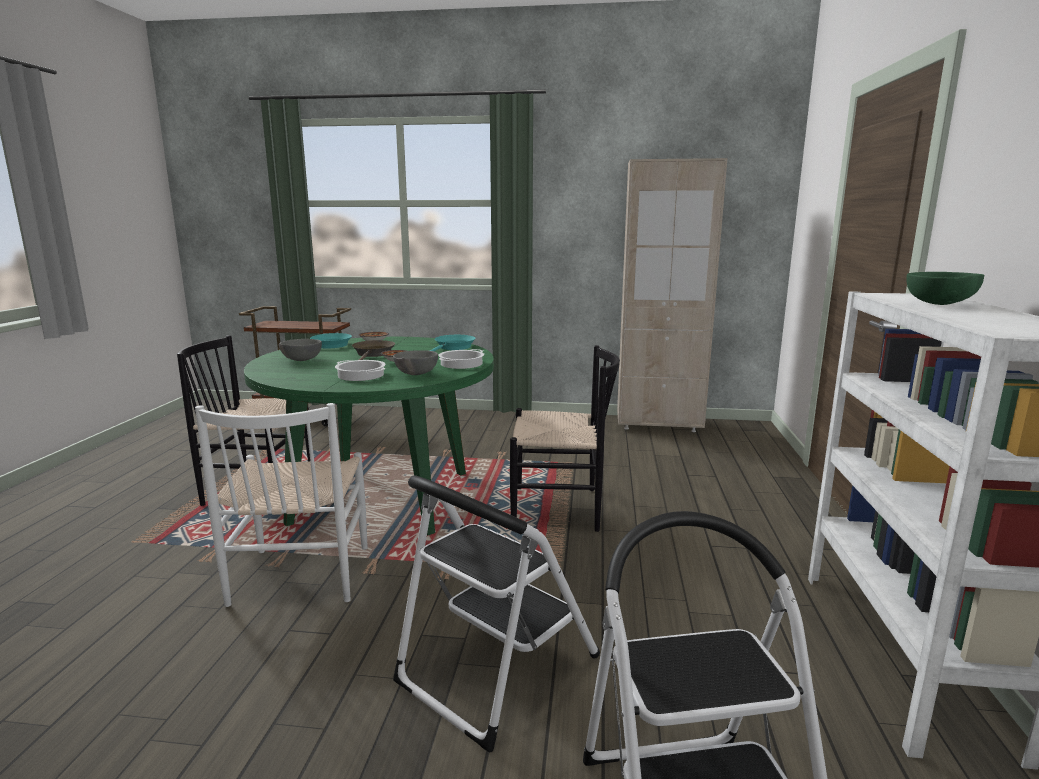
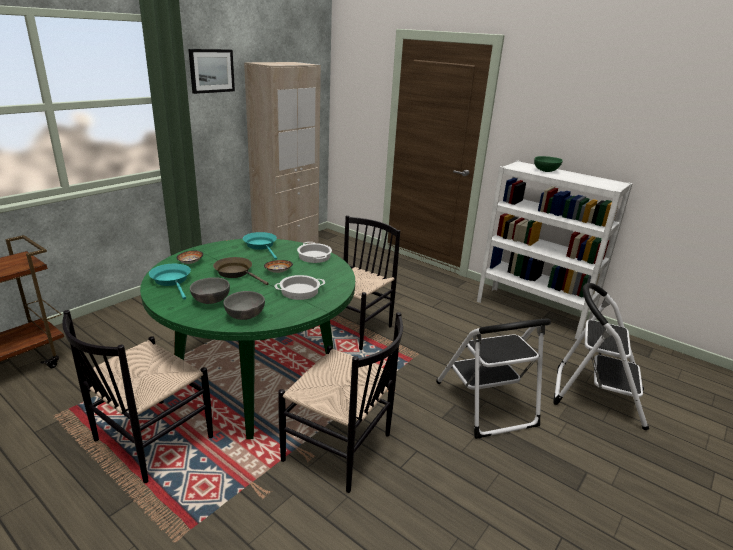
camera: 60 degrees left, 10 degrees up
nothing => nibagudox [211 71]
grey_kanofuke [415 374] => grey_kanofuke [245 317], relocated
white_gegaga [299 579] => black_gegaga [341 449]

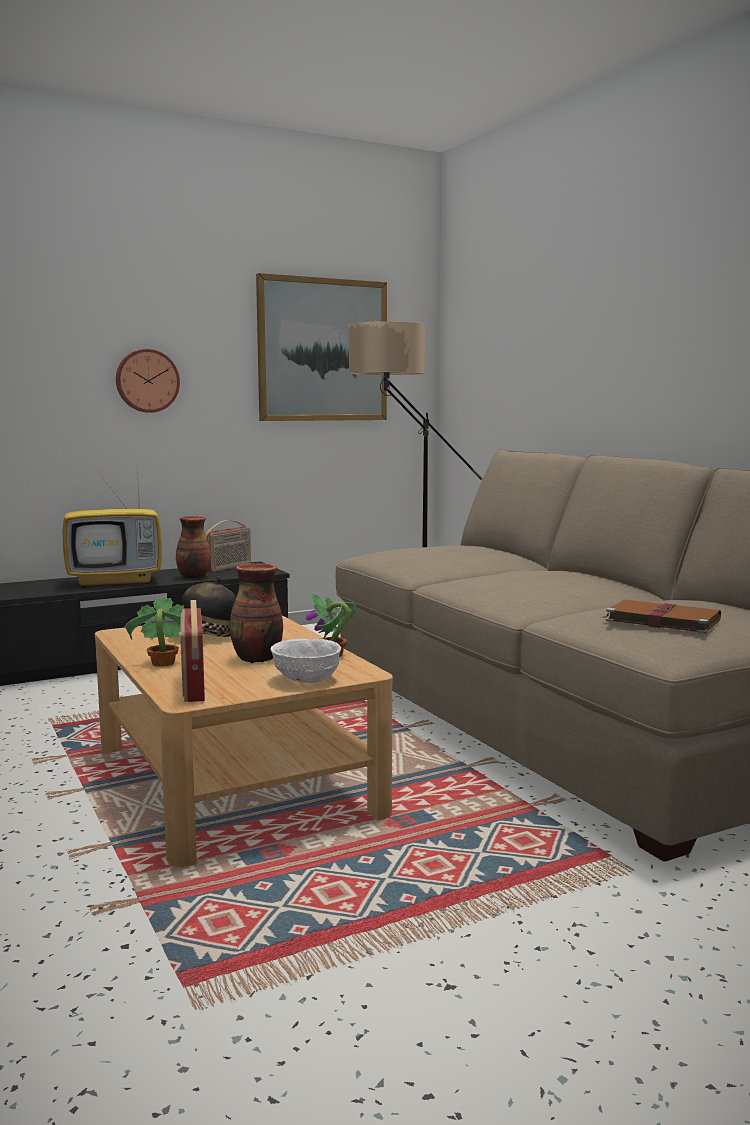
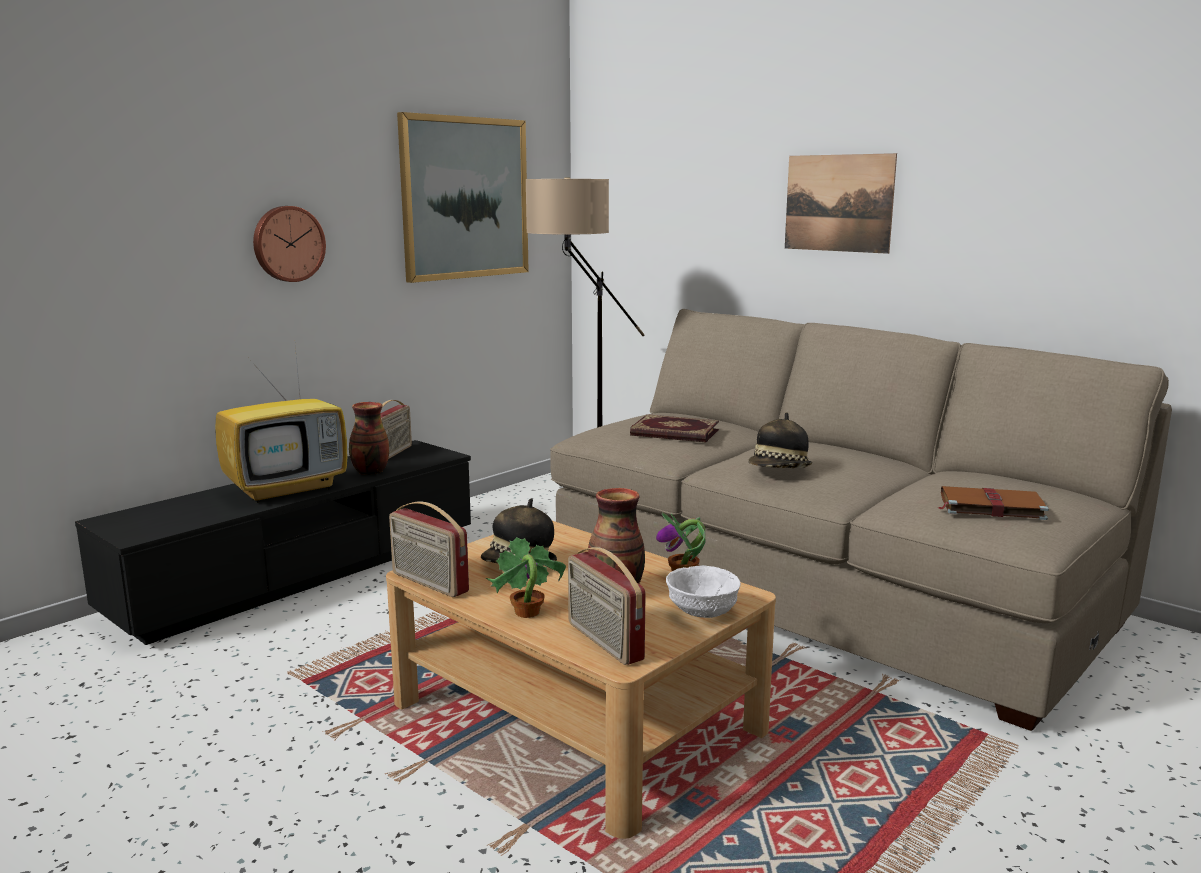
camera: 20 degrees left, 5 degrees up
nothing => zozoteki [428 583]
nothing => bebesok [674 433]
nothing => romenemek [779 470]
nothing => nibagudox [838 203]

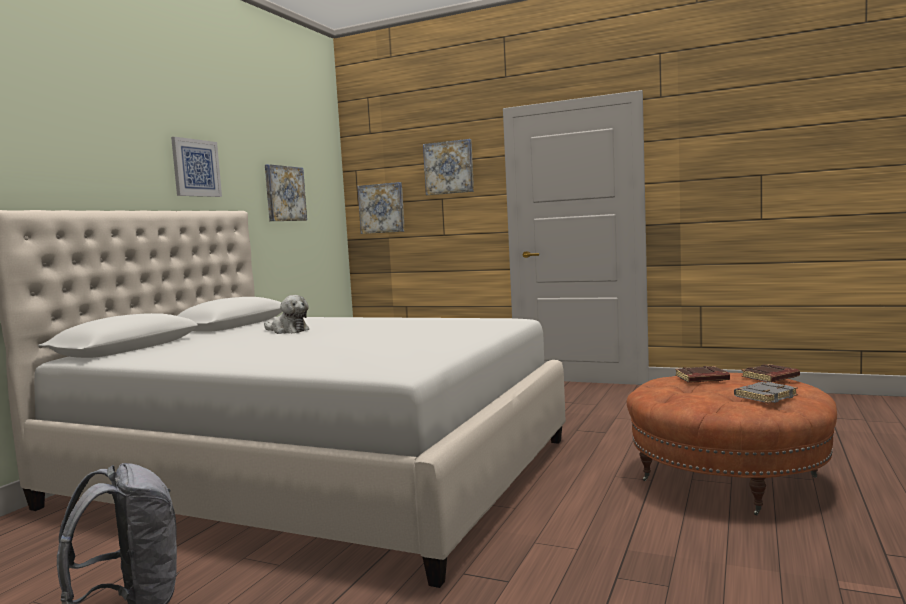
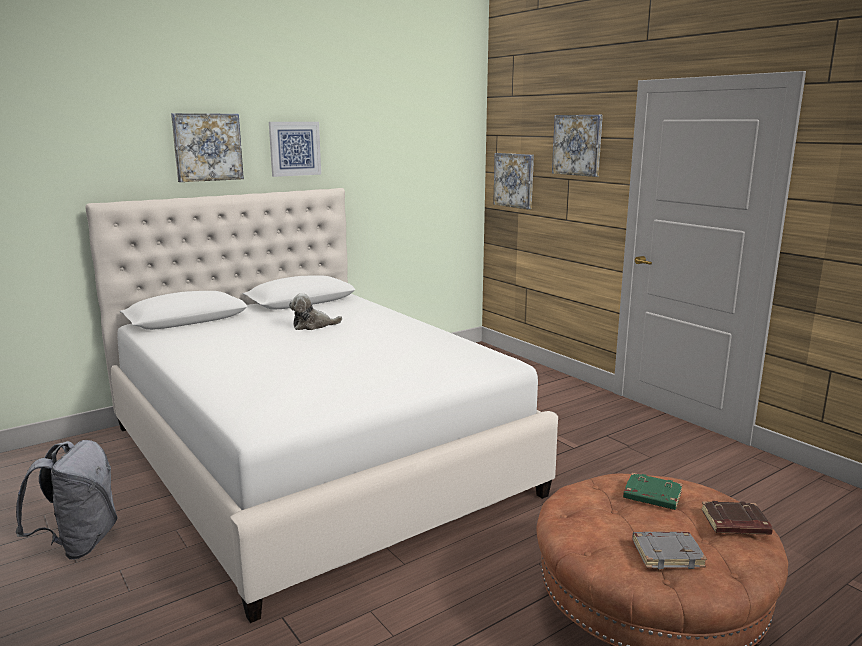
camera: 30 degrees right, 10 degrees up
nibagudox [284 193] => nibagudox [207 147], relocated
brown_bebesok [701 379] => green_bebesok [651 496]
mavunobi [288 331] => mavunobi [312 326], 105 degrees clockwise

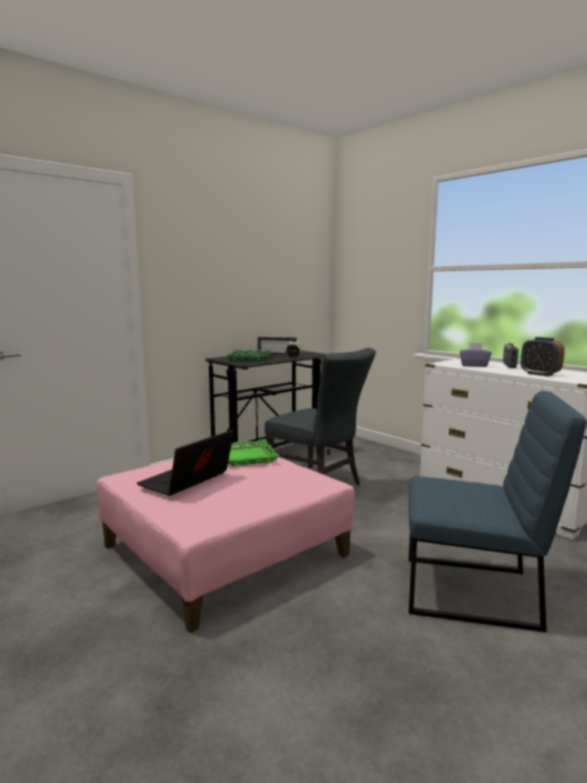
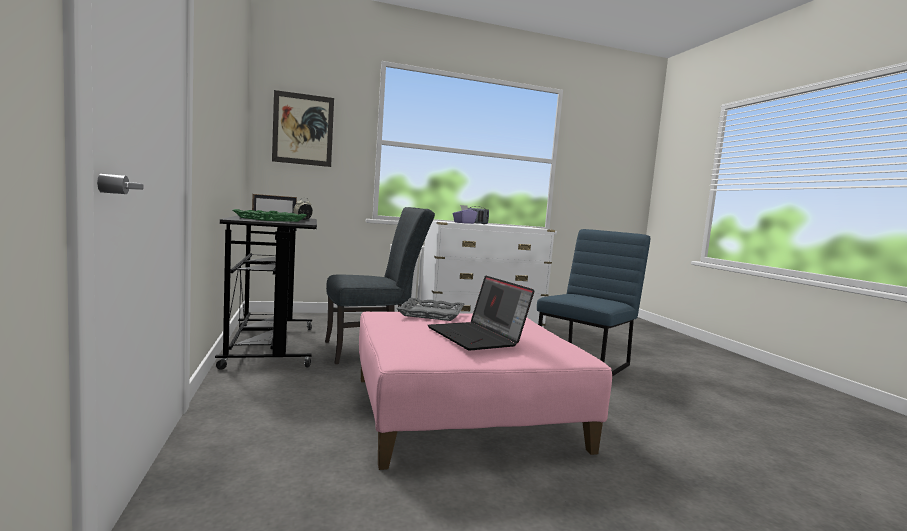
camera: 65 degrees left, 5 degrees down
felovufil [540 374] => nothing
nothing => nibagudox [303 129]
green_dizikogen [246 457] => grey_dizikogen [431 314]

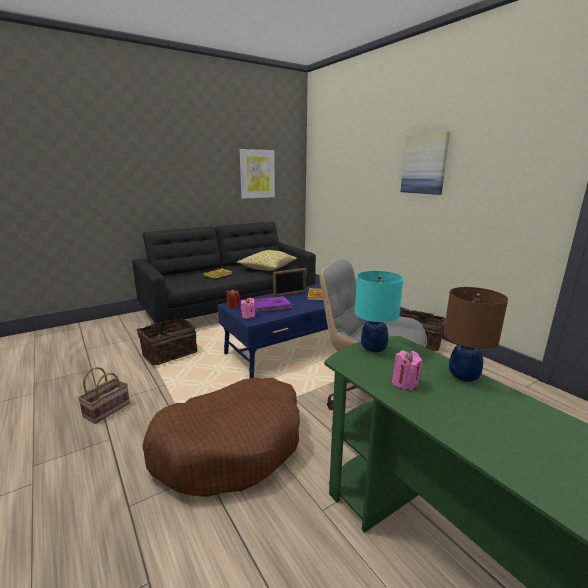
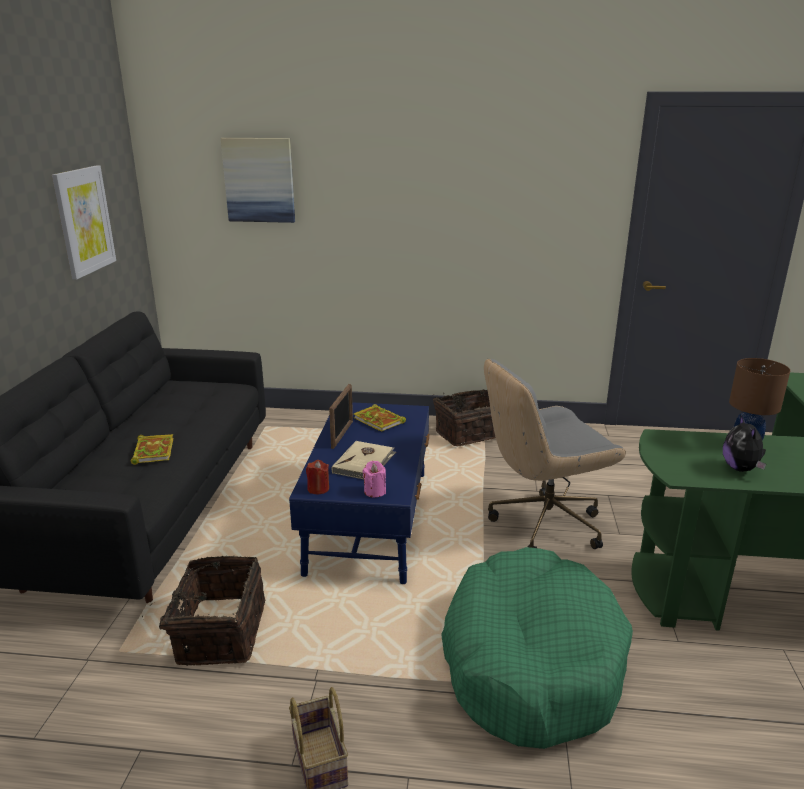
camera: 50 degrees left, 5 degrees up
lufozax [267 268] => nothing
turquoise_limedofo [374 349] => nothing
nibagudox [424 164] => nibagudox [259 180], relocated
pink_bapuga [405 383] => mavunobi [741 469]
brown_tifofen [230 446] => green_tifofen [530 661]
purple_bebesok [271 306] => beige_bebesok [364 463]

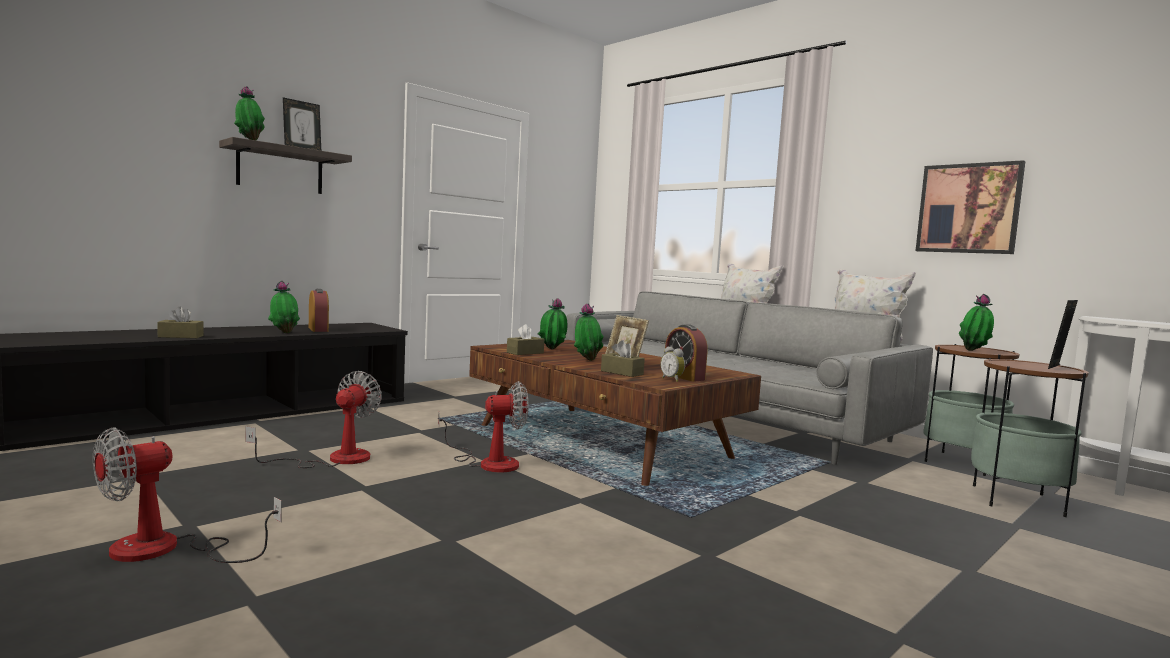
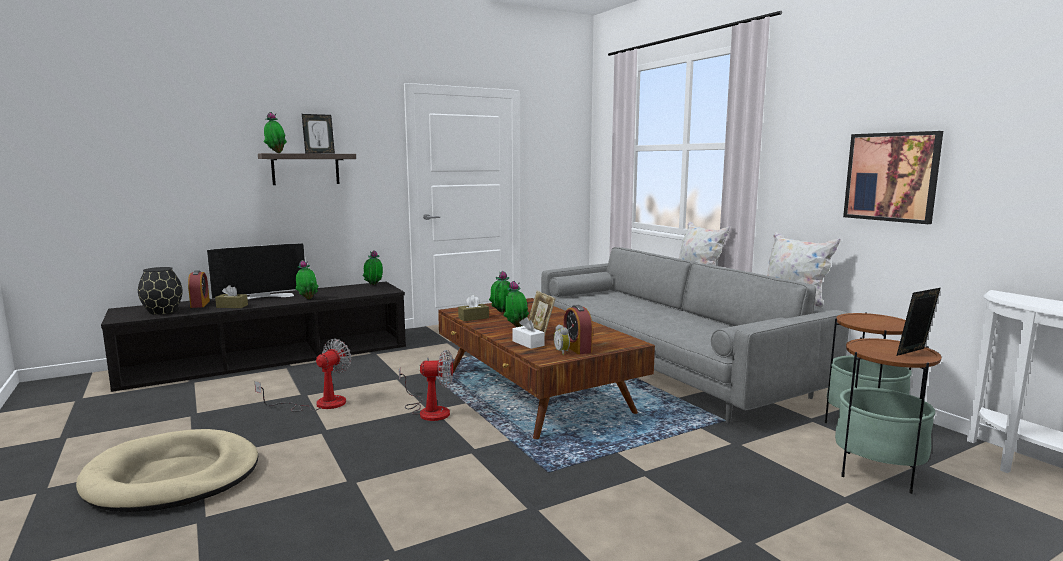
camera: 15 degrees right, 5 degrees up
nothing => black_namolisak [163 311]
nothing => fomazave [261 297]
felovufil [318 329] => felovufil [200 304], relocated
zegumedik [974 351] => zegumedik [373 285], relocated
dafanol [166 550] => beige_tifofen [173 477]
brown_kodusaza [622 372] => white_kodusaza [528 343]

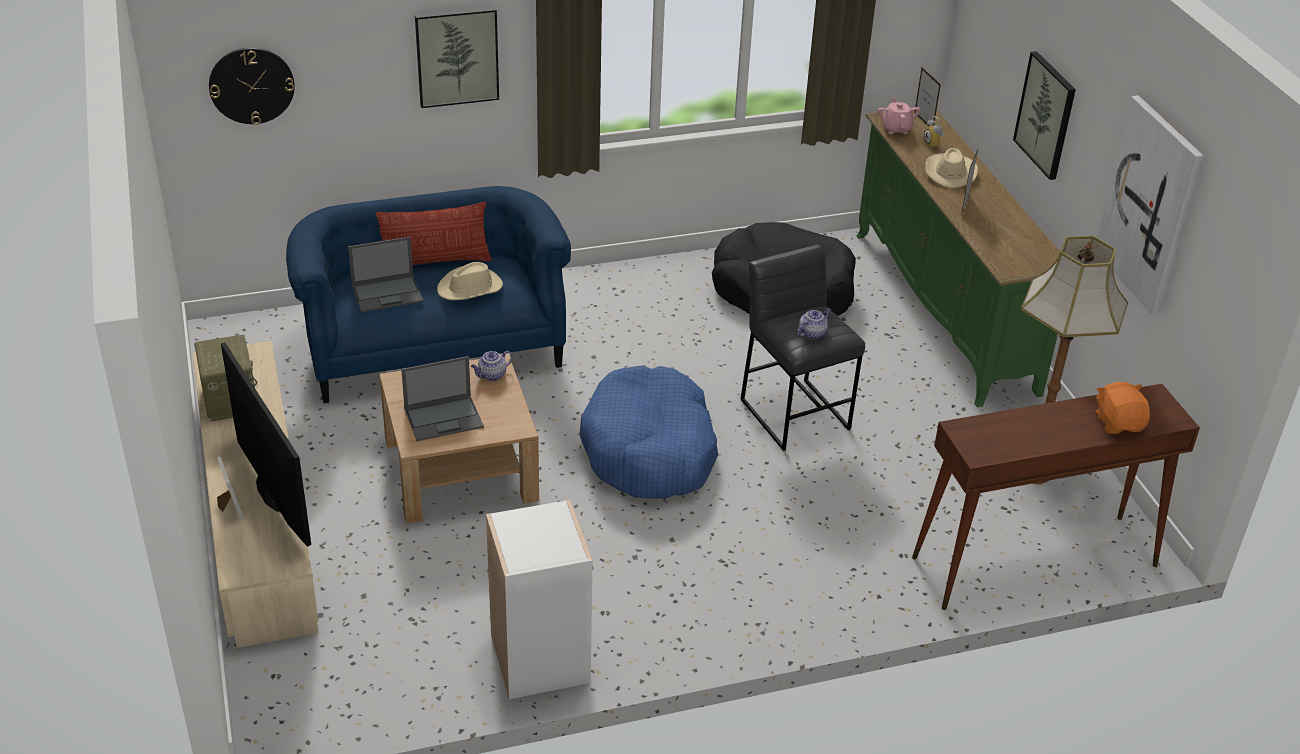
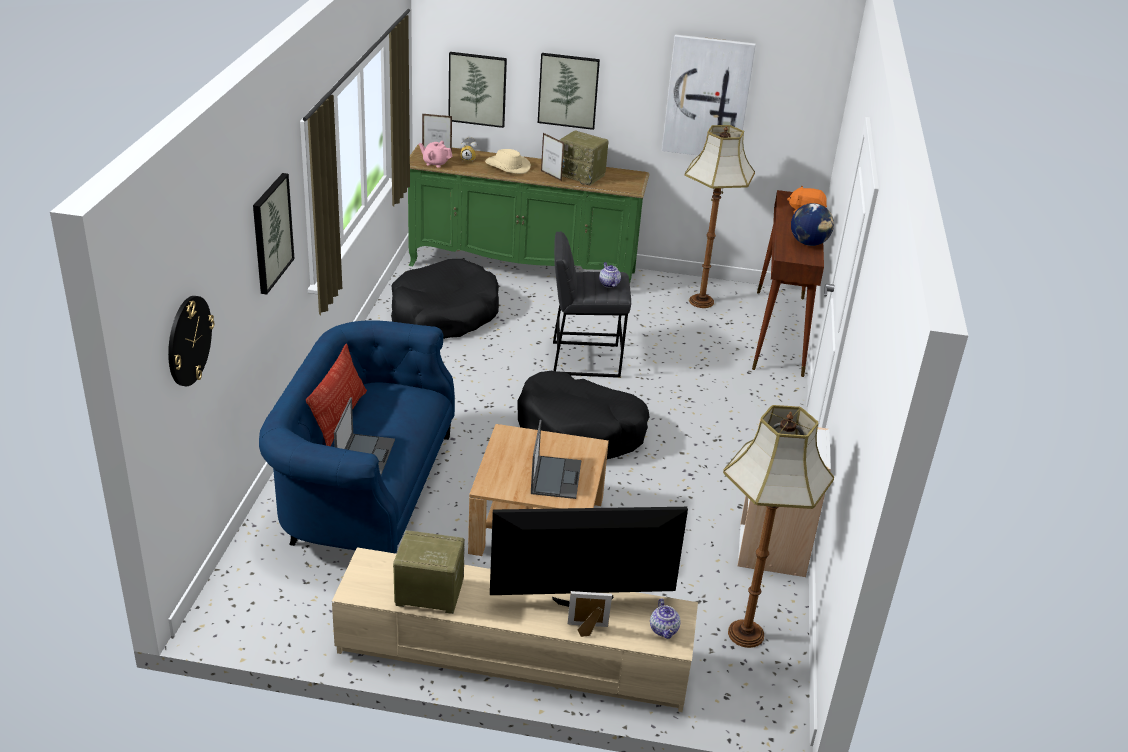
camera: 65 degrees left, 5 degrees down
beige_romenemek [470 288] => nothing
nothing => nibagudox [477 89]
nothing => zozoteki [581 175]
nothing => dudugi [746 635]
nothing => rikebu [808 243]
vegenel [492 375] => vegenel [664 630], relocated
blue_tifofen [650 450] => black_tifofen [580 430]

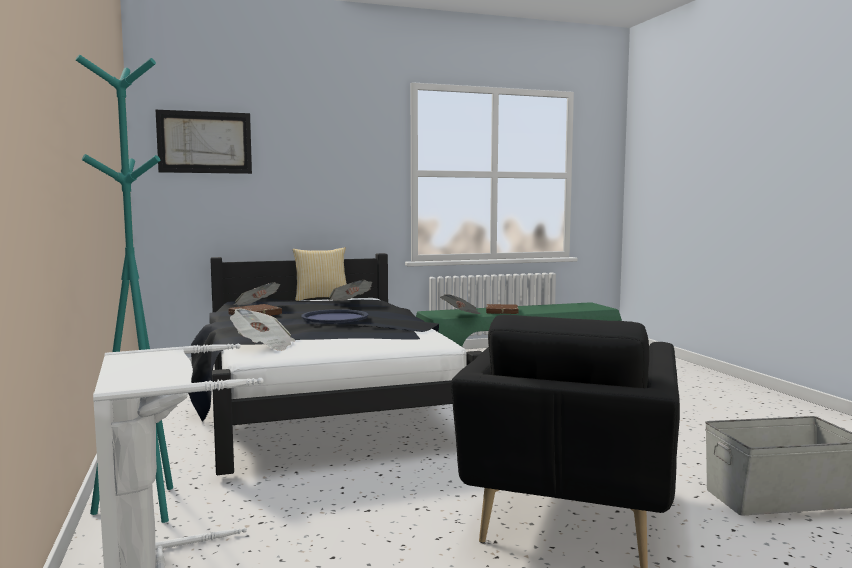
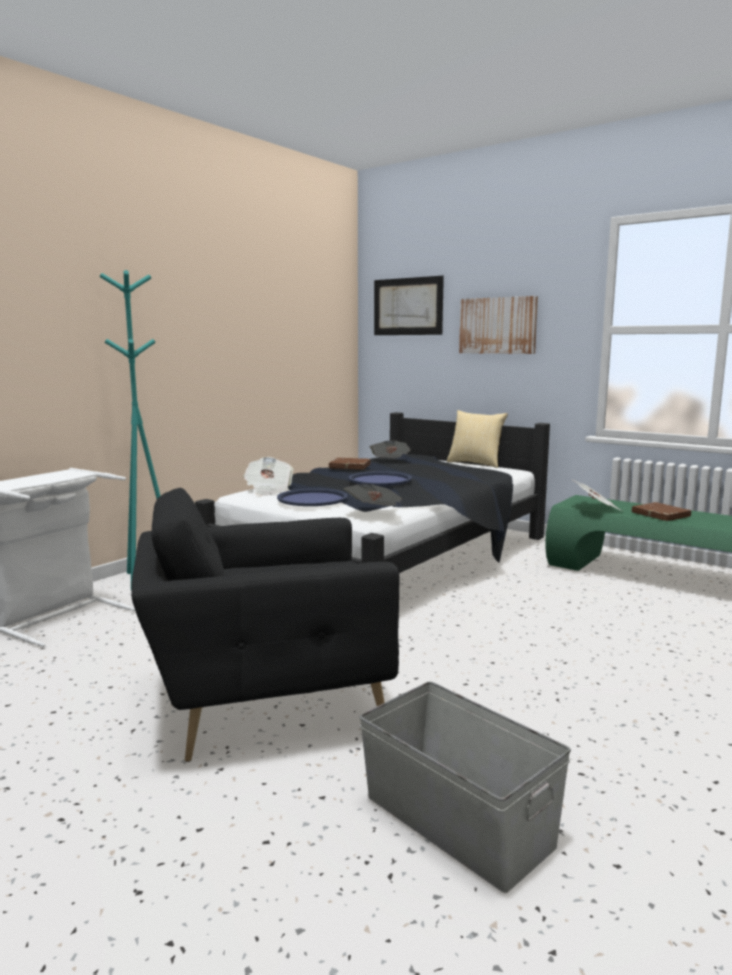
camera: 55 degrees right, 5 degrees up
nothing => blue_dizikogen [312 499]
nothing => nibagudox [498 325]
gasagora [350 303] => gasagora [375 511], relocated

